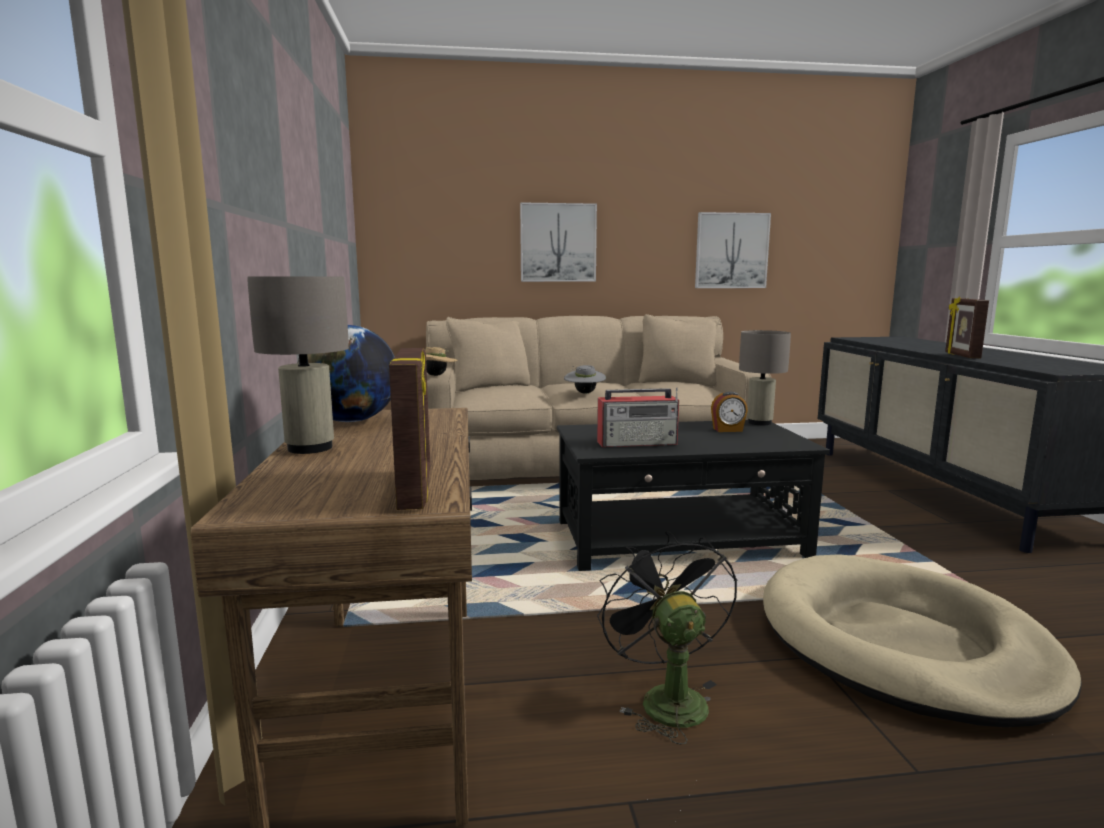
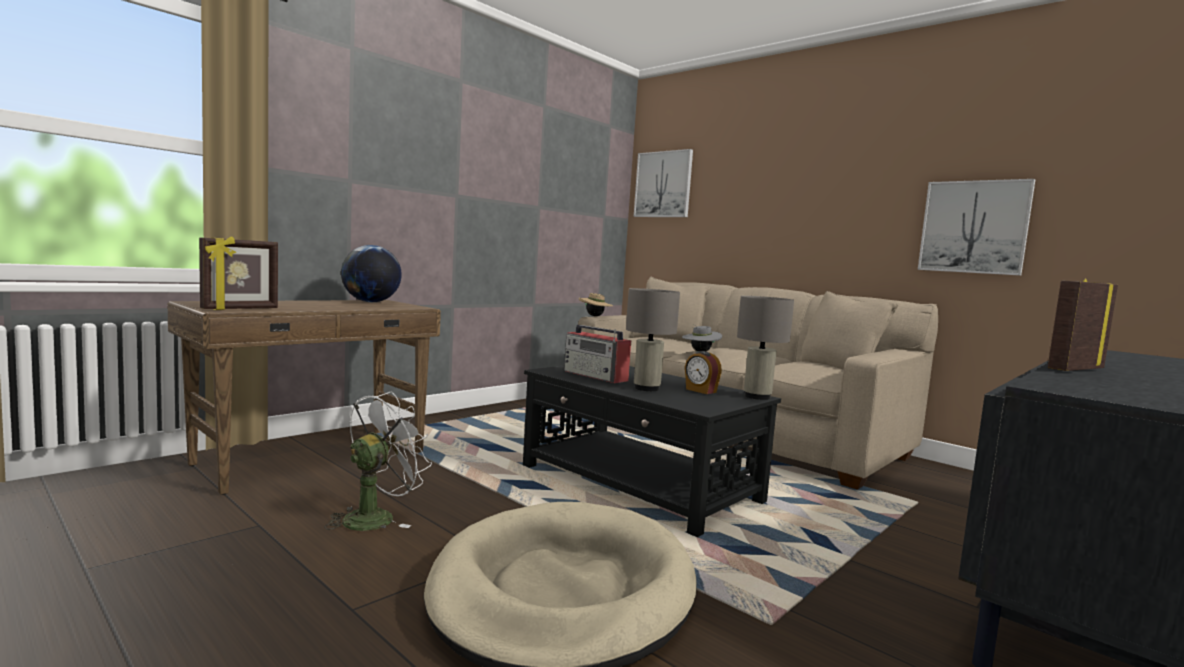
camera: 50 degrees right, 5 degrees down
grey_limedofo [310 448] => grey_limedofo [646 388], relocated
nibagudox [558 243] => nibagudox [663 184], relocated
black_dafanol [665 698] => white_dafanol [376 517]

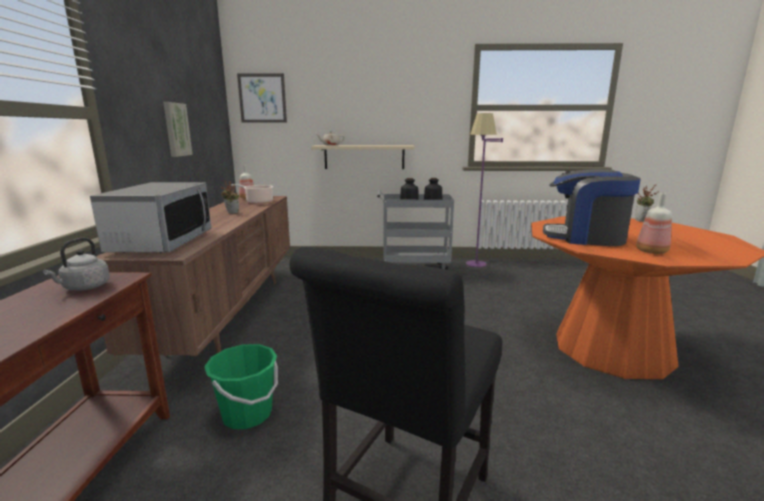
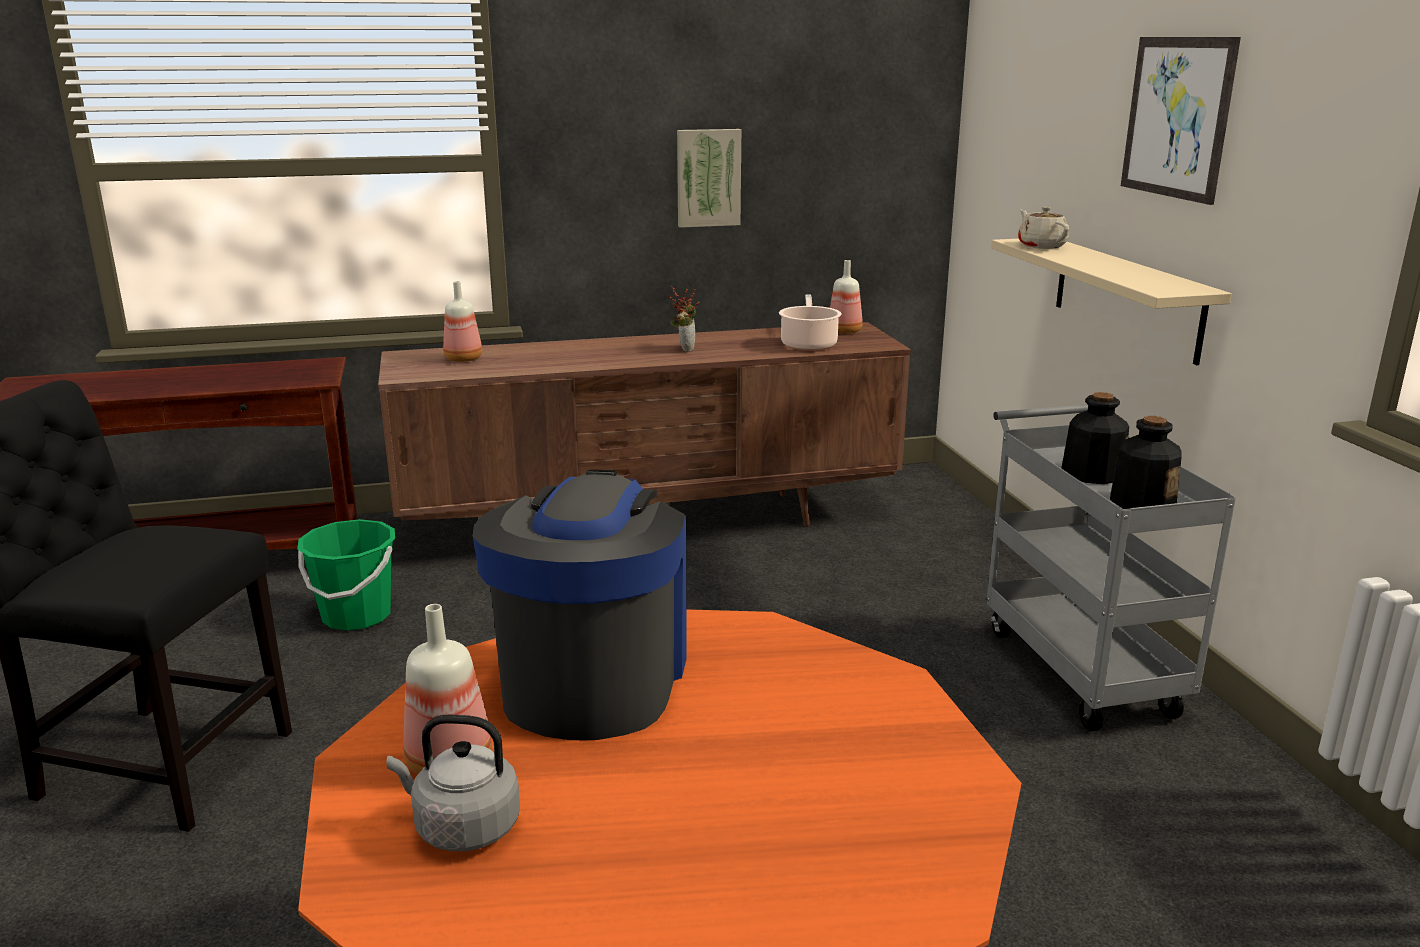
camera: 75 degrees right, 5 degrees up
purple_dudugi [475 266] => nothing
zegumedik [642 221] => nothing
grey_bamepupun [84 287] => grey_bamepupun [462 828], relocated
nibagudox [262 98] => nibagudox [1177 117], relocated
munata [162 242] => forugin [464 358]

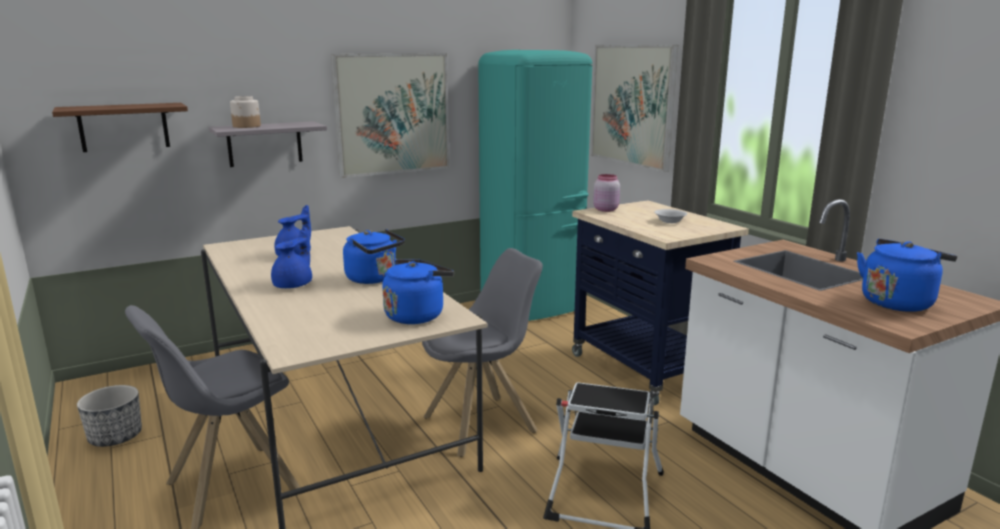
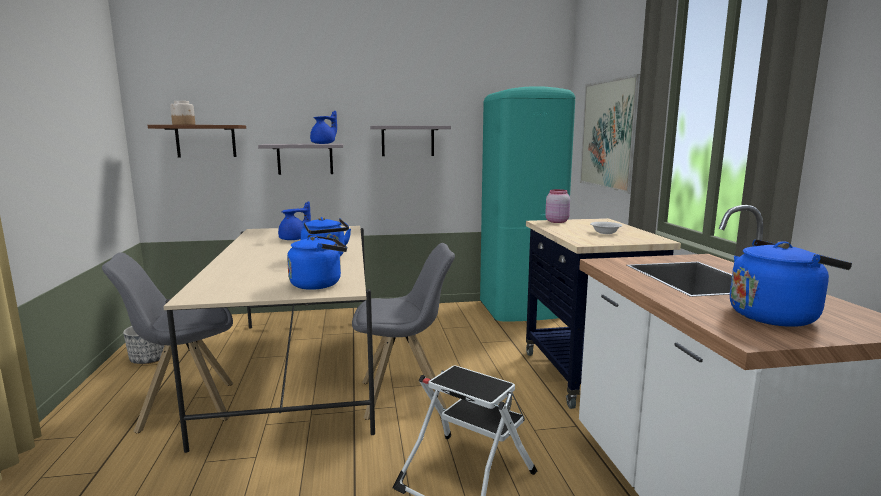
camera: 20 degrees right, 5 degrees down
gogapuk [247 126] => gogapuk [184 124], relocated
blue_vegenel [294 284] => blue_vegenel [324 143], relocated
nibagudox [392 114] => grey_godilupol [407 141]

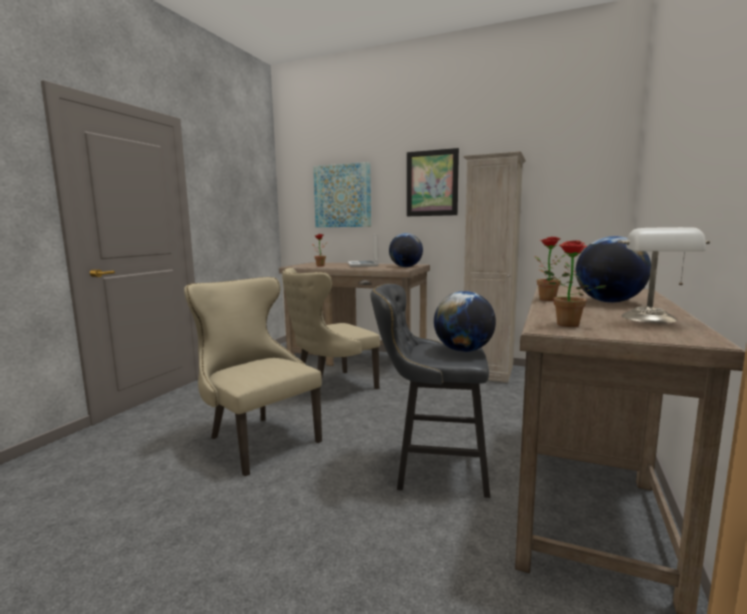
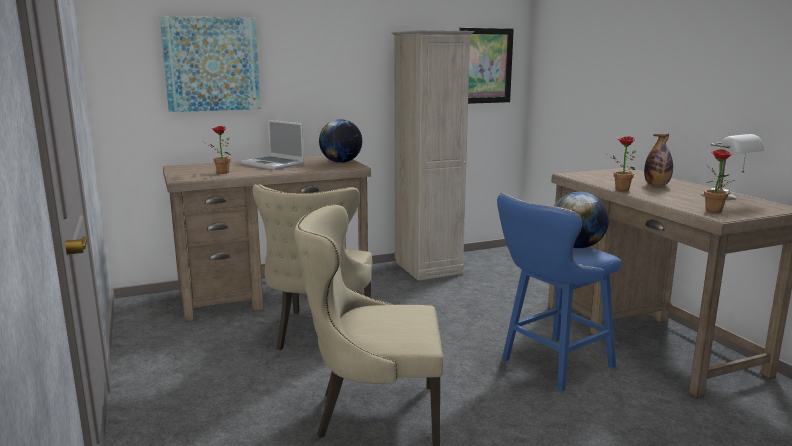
camera: 45 degrees left, 5 degrees up
nibagudox [432 183] => nibagudox [485 66], relocated
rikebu [609 302] => forugin [656 185]
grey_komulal [428 468] => blue_komulal [548 366]

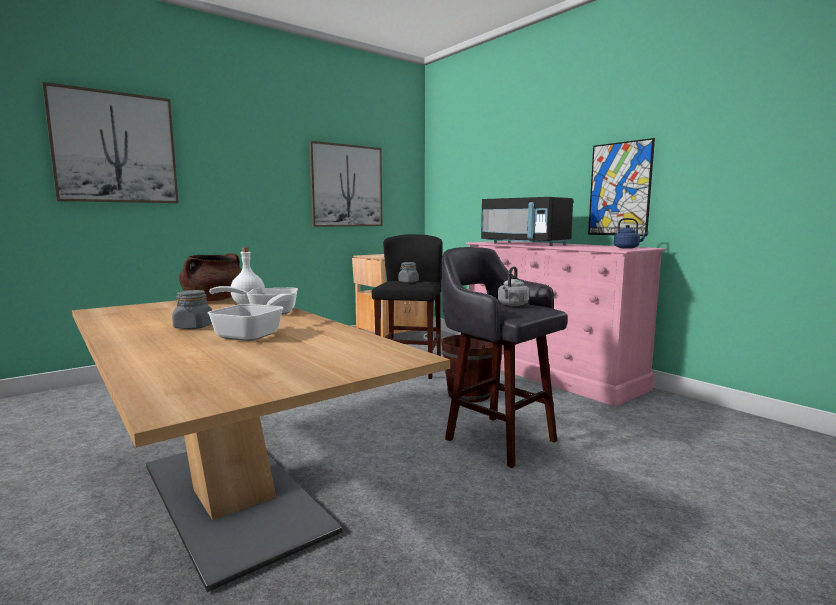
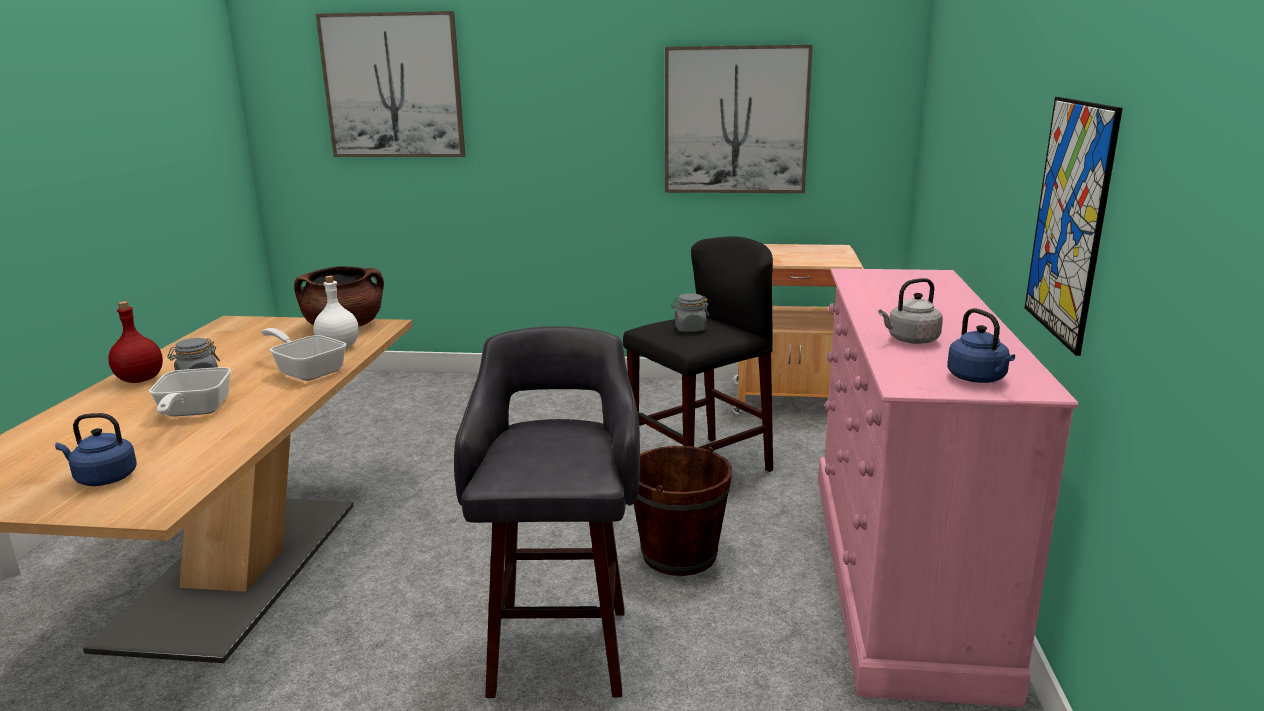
camera: 45 degrees right, 10 degrees up
black_munata [525 244] => nothing
nothing => blue_bamepupun [103 478]
nothing => red_forugin [139 380]
grey_bamepupun [512 305] => grey_bamepupun [910 340], relocated
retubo [255 334] => retubo [192 412], 105 degrees clockwise

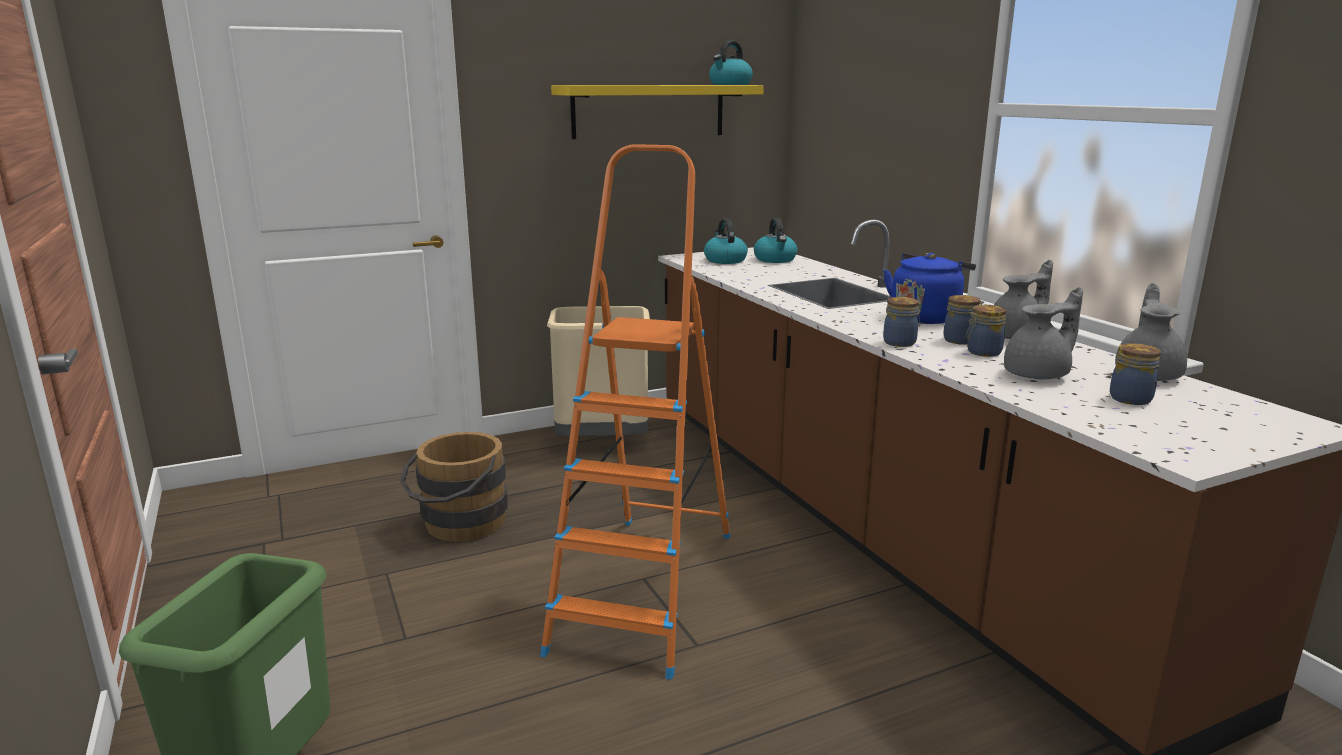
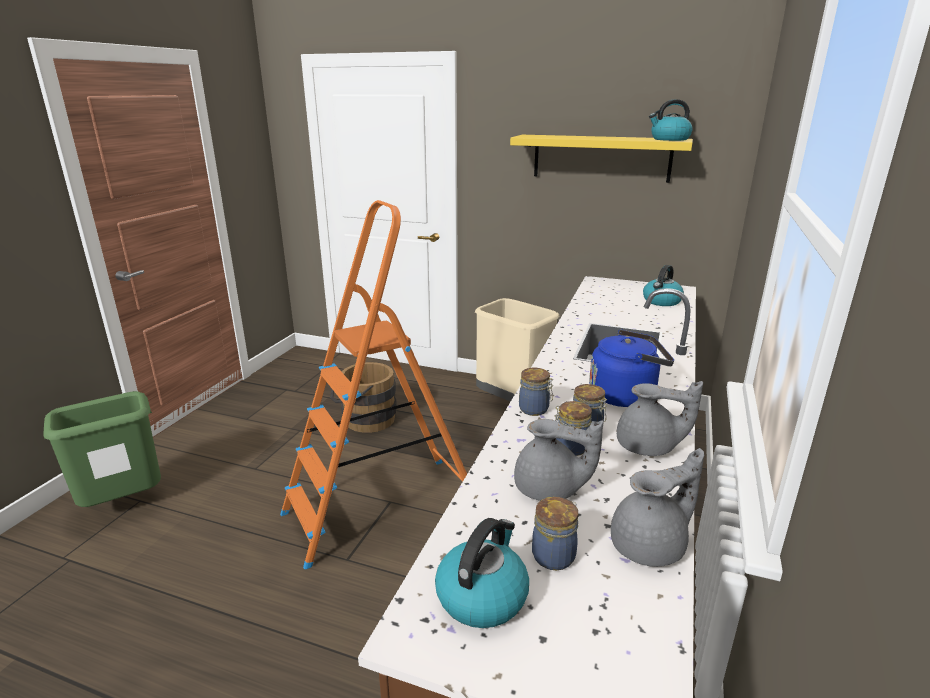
camera: 45 degrees right, 5 degrees up
bamepupun [724 260] => bamepupun [482 595], relocated

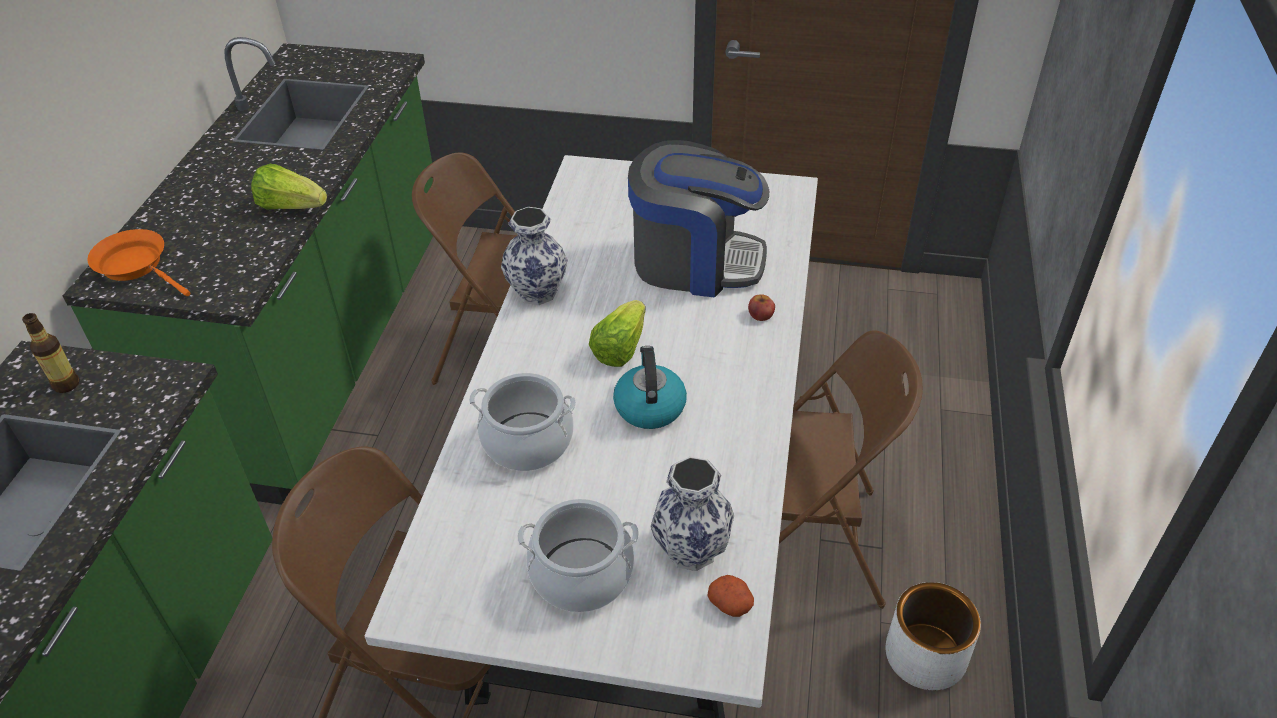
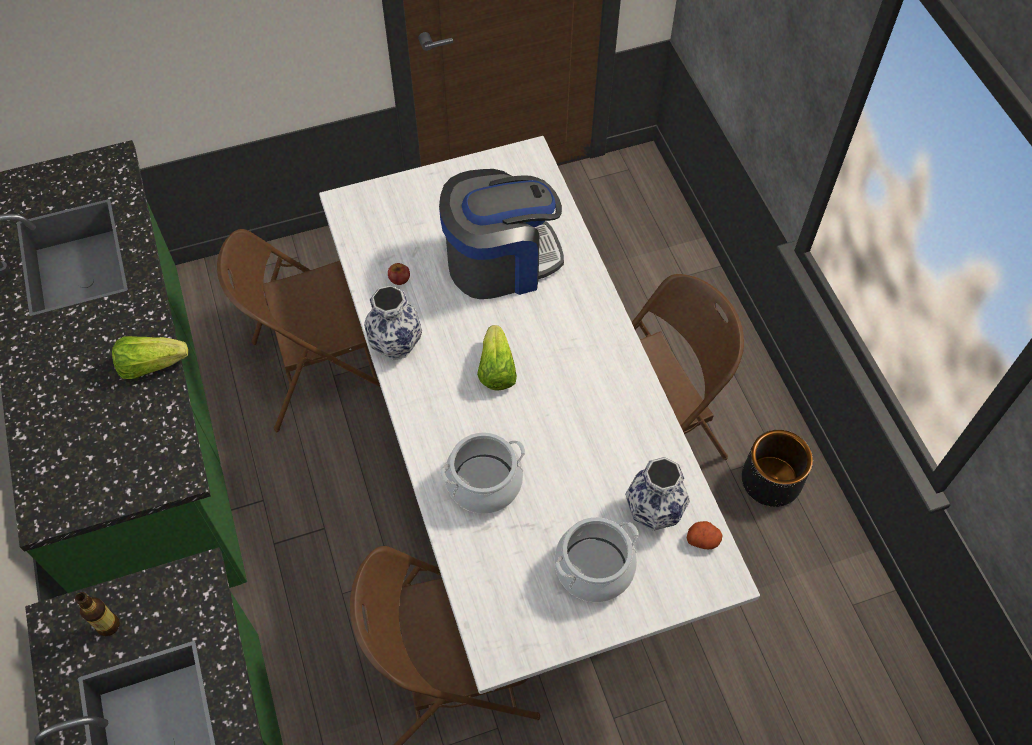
camera: 30 degrees left, 15 degrees up
orange_retubo [137 266] => nothing
bamepupun [649 406] => nothing
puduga [760 315] => puduga [399 278], relocated
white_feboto [926 656] => black_feboto [771 480]

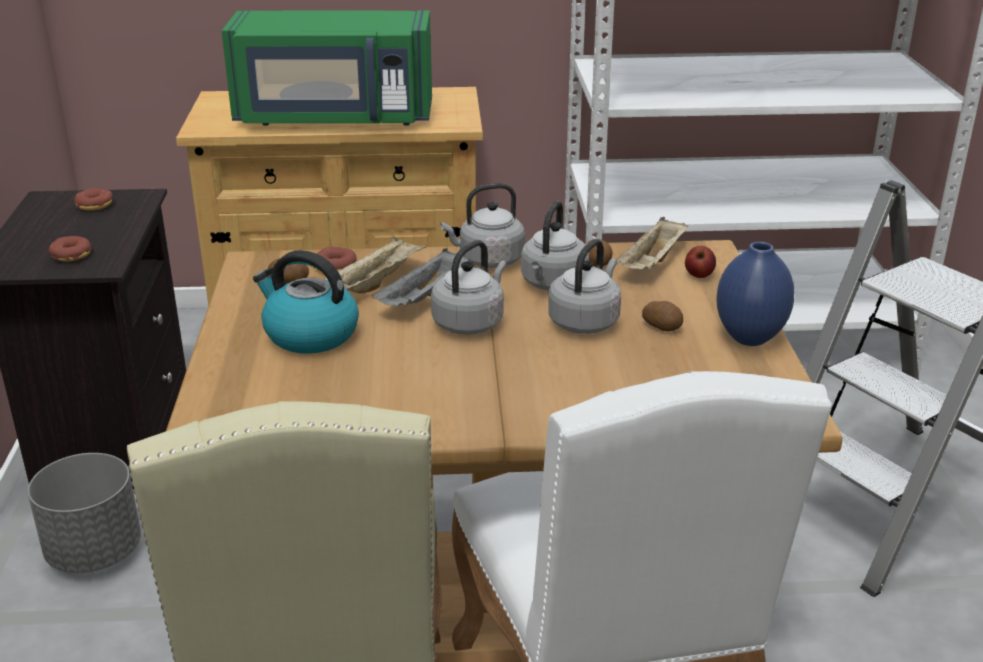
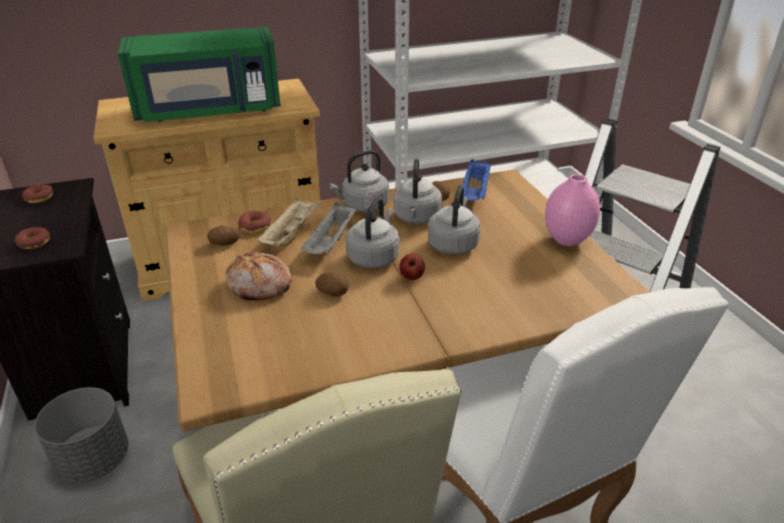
camera: 15 degrees left, 5 degrees up
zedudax [662 326] => zedudax [333 292], relocated
puduga [699 275] => puduga [411 277], relocated
bamepupun [309 335] => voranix [259 286]
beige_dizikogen [652 263] => blue_dizikogen [475 193]
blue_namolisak [750 338] => pink_namolisak [567 240]

